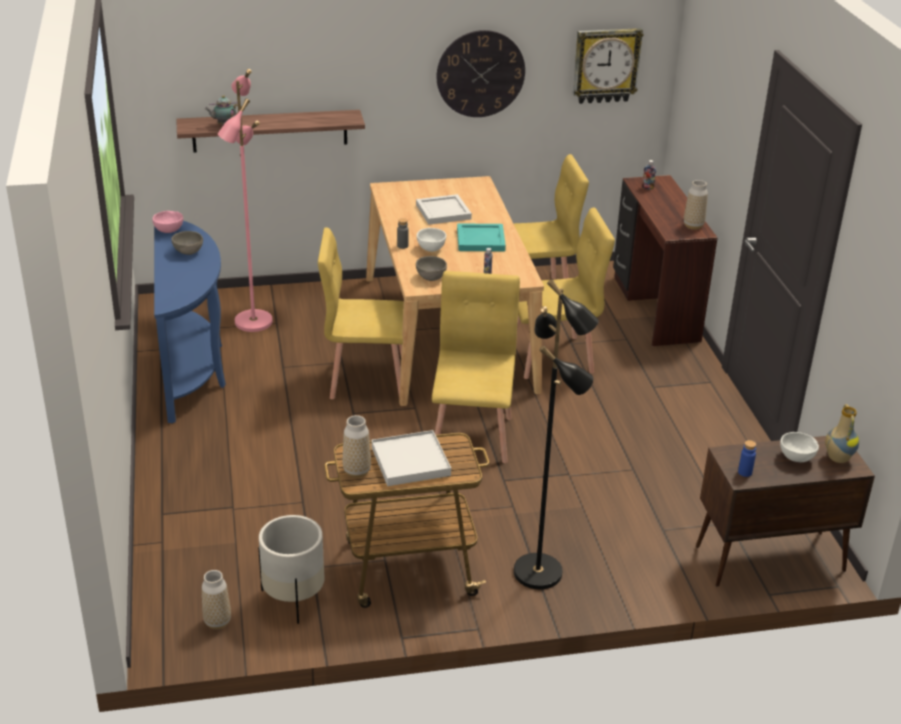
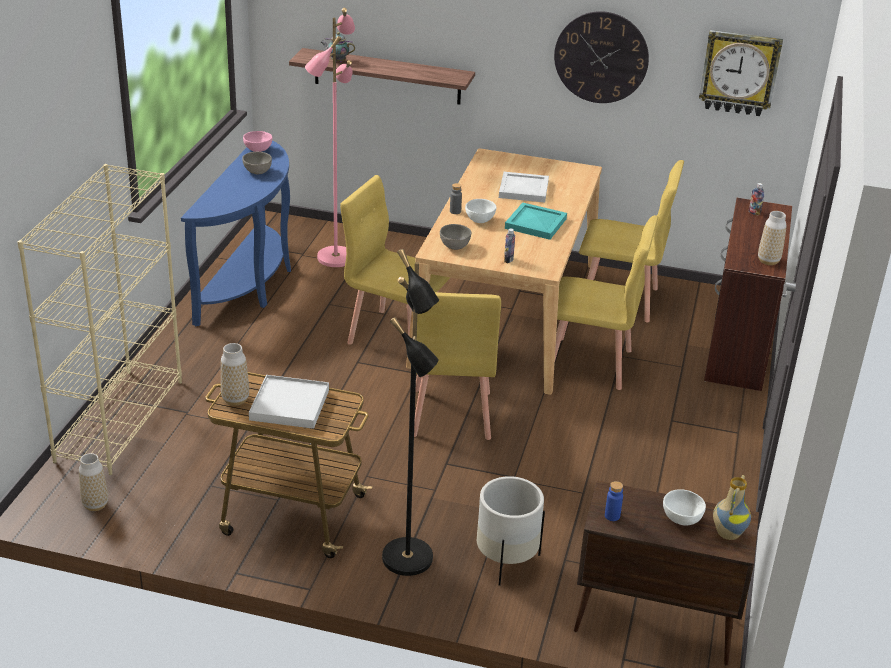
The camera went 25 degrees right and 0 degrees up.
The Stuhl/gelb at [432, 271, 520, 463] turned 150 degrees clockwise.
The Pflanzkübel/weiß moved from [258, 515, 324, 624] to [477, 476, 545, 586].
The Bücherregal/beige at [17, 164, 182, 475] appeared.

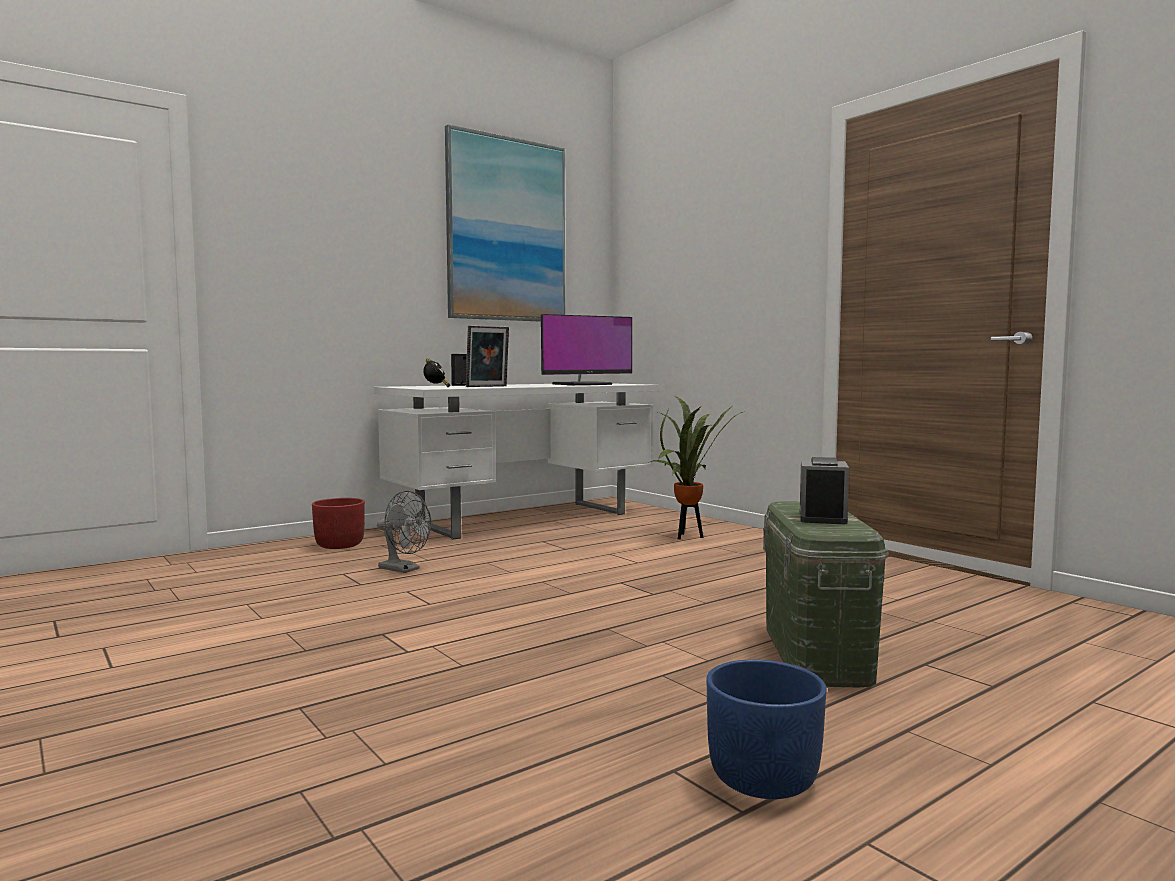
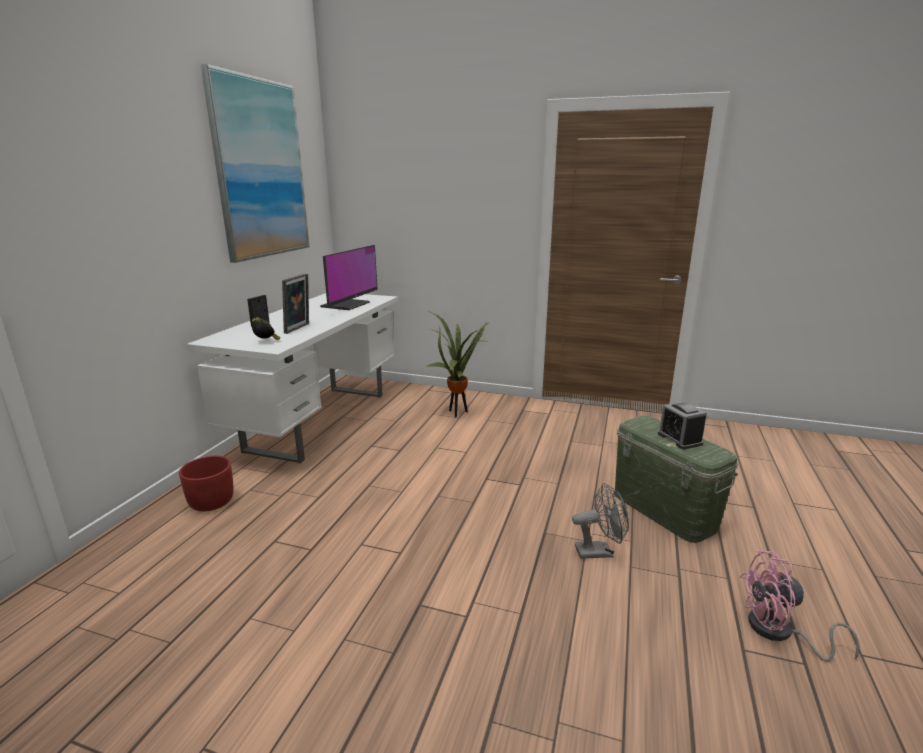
The camera went 35 degrees left and 15 degrees up.
The Ventilator/grau moved from [377, 491, 431, 573] to [572, 483, 629, 559].
The Pflanzkübel/blau at [706, 659, 827, 799] was replaced by the Ventilator/rosa at [739, 550, 860, 662].

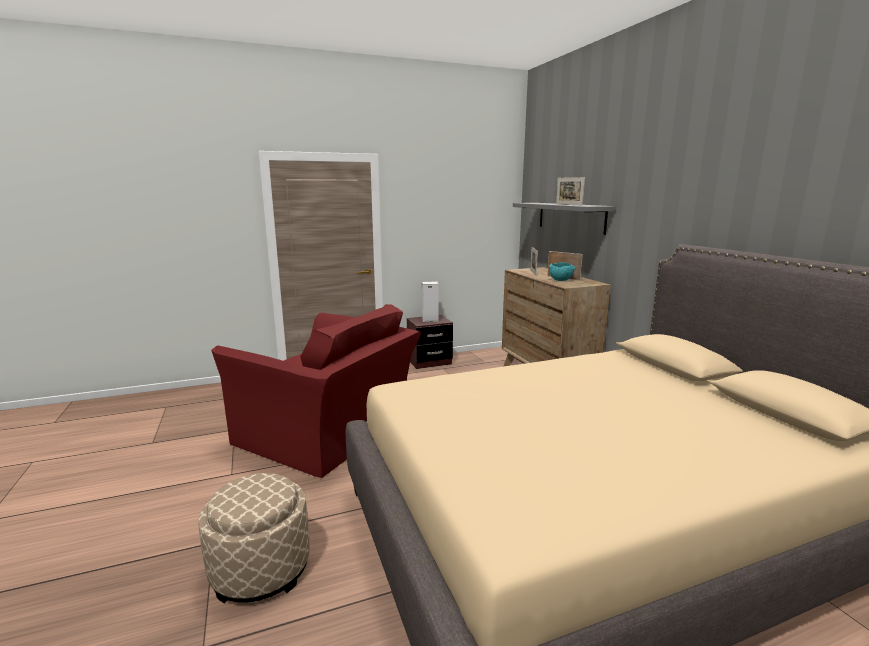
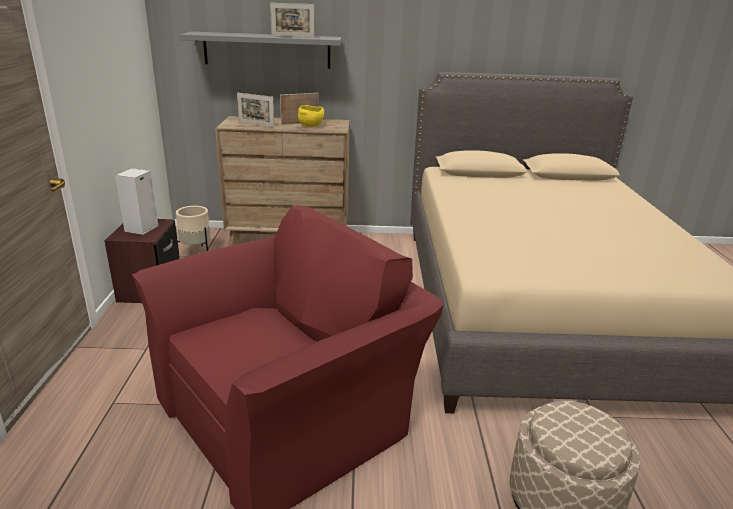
The camera went 70 degrees left and 10 degrees up.
The Schüssel/türkis at [549, 262, 575, 281] became the Schüssel/gelb at [298, 105, 324, 127].
The Pflanzkübel/beige at [175, 206, 211, 251] appeared.

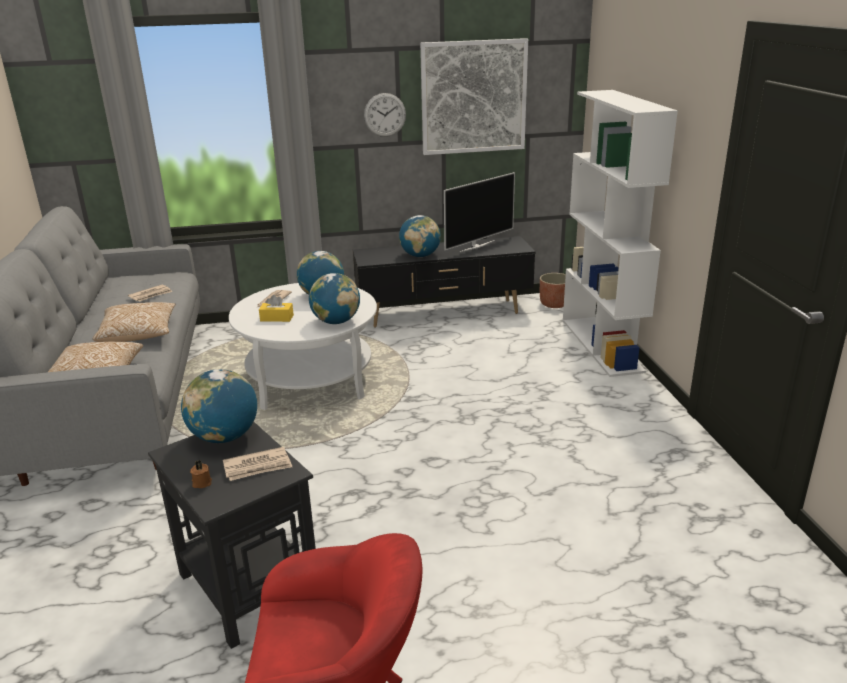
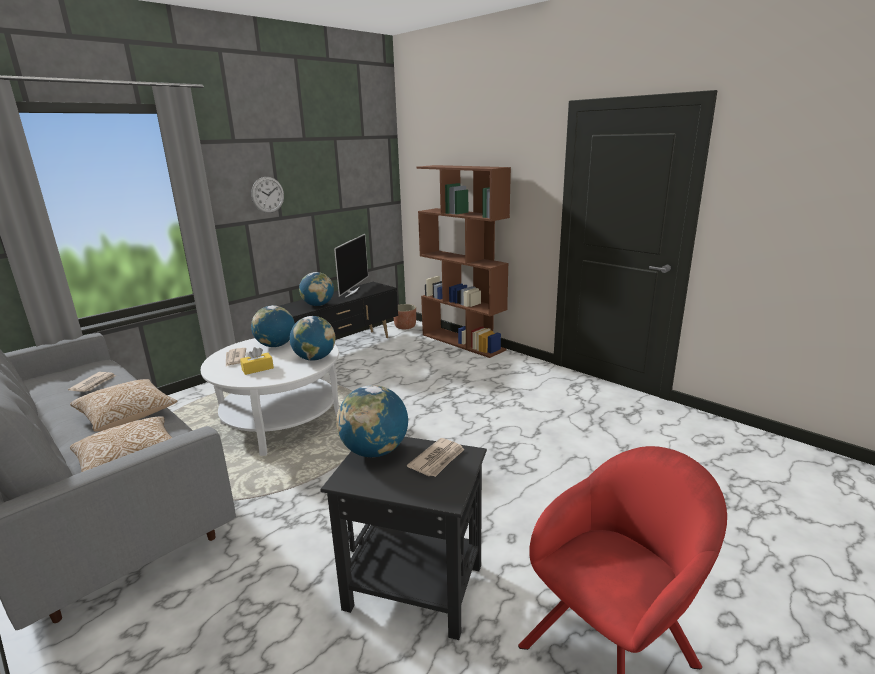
The camera went 35 degrees left and 5 degrees down.
The Bild at [420, 38, 528, 155] disappeared.
The Bücherregal/weiß at [563, 90, 678, 377] became the Bücherregal/braun at [416, 165, 511, 358].
The Kerze/braun at [190, 460, 212, 488] disappeared.

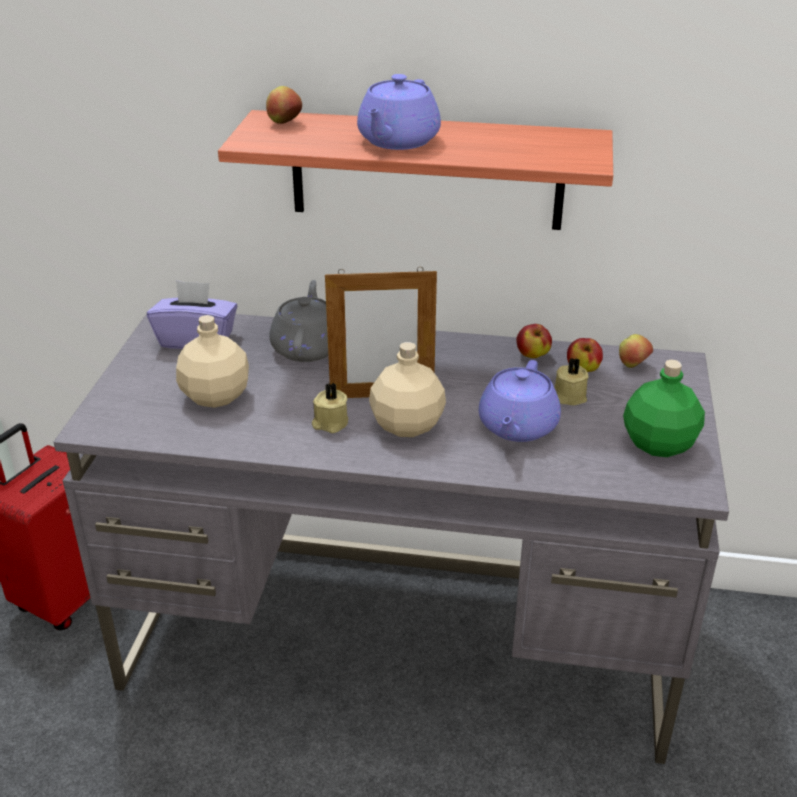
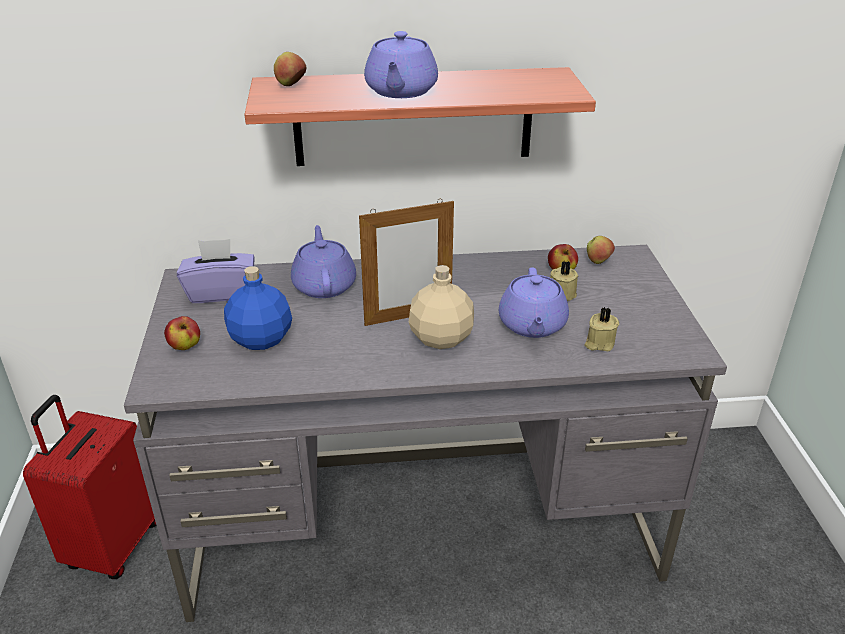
The camera went 15 degrees left and 0 degrees up.
The Teekanne/grau at [269, 280, 328, 362] became the Teekanne/lila at [291, 225, 356, 298].
The Flasche/beige at [176, 315, 249, 408] became the Flasche/blau at [224, 266, 292, 350].
The Apfel moved from [516, 324, 552, 358] to [164, 316, 200, 350].
The Flasche/grün at [623, 360, 705, 457] disappeared.
The Kerze/beige moved from [312, 383, 348, 433] to [585, 307, 619, 351].

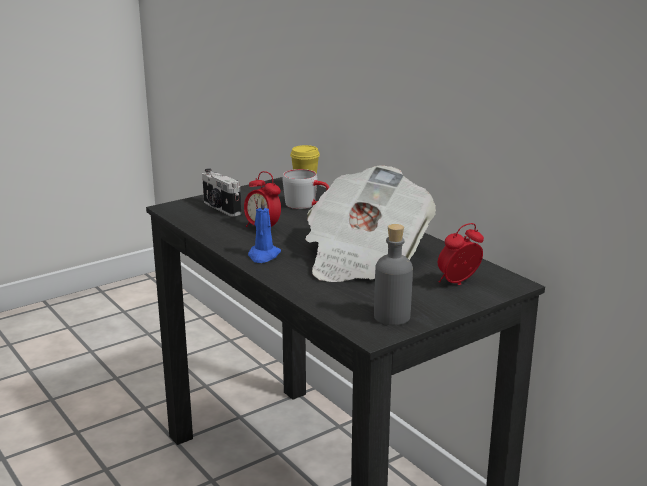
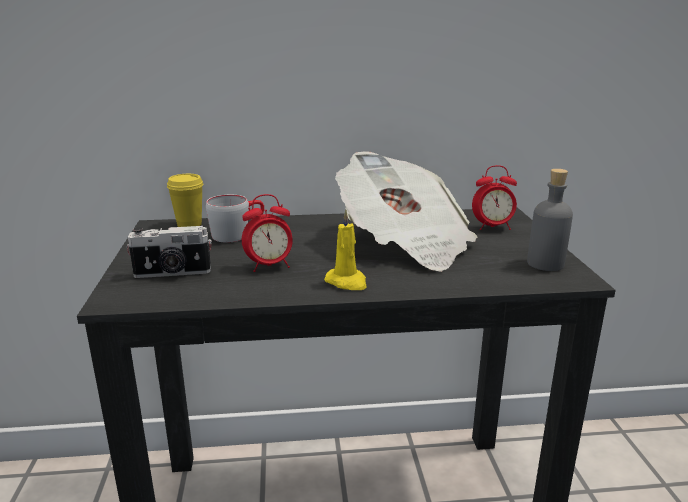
The camera went 60 degrees left and 0 degrees up.
The Kerze/blau at [248, 197, 281, 263] became the Kerze/gelb at [324, 210, 367, 290].
The Wecker at [438, 223, 484, 285] turned 90 degrees counterclockwise.

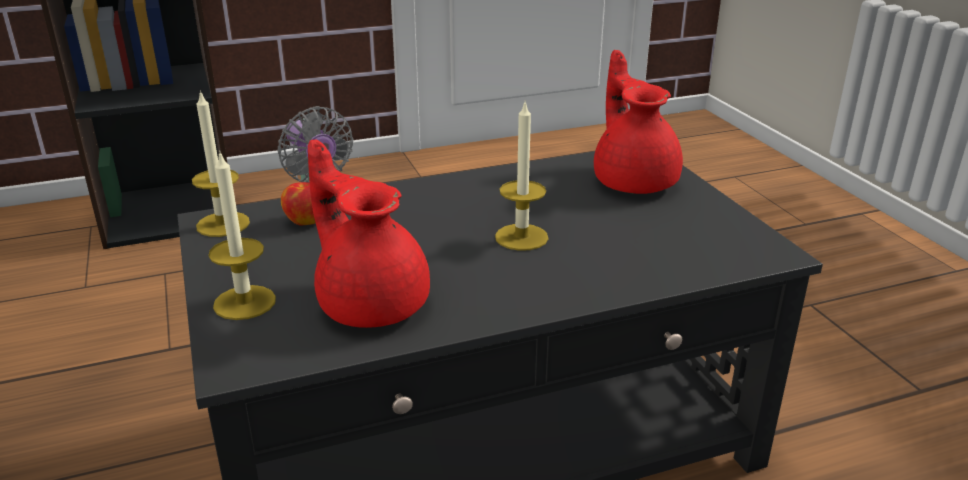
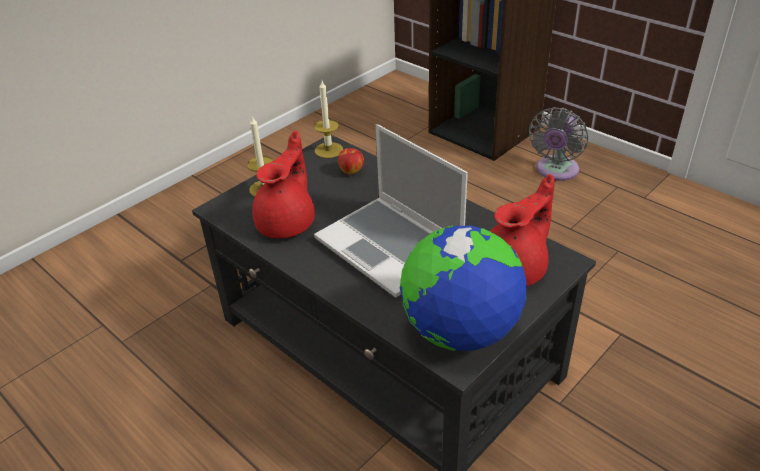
The camera went 65 degrees right and 10 degrees up.
The Kerze at [495, 100, 548, 251] was replaced by the Laptop at [314, 124, 468, 298].
The Globus at [400, 226, 526, 351] appeared.

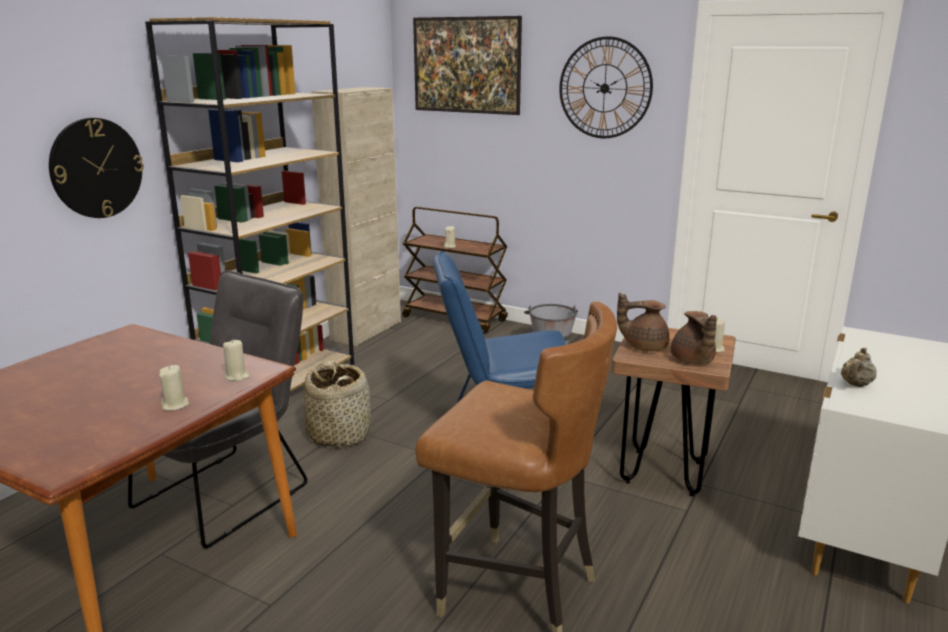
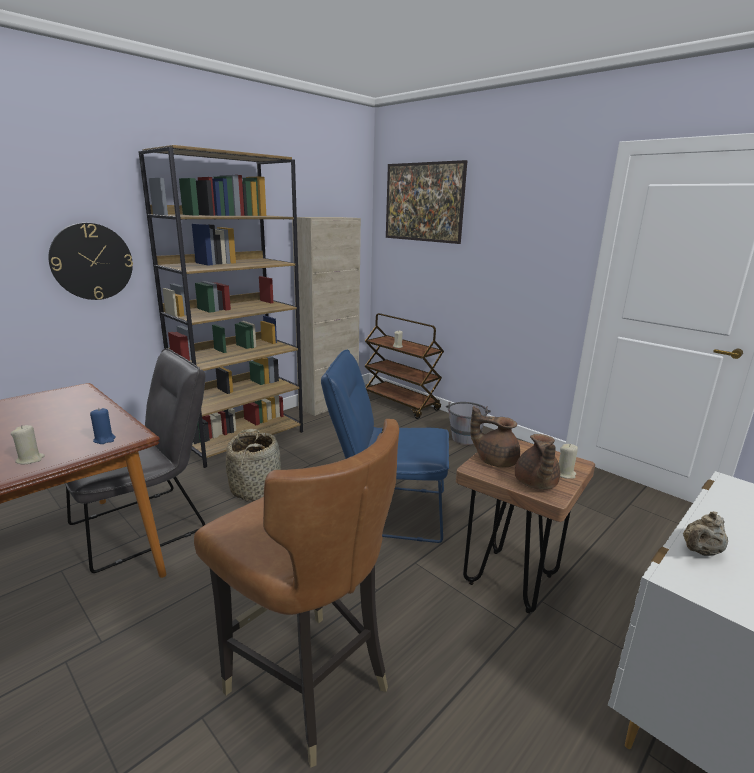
The camera went 15 degrees right and 0 degrees up.
The Wanduhr at [559, 36, 653, 138] disappeared.
The Kerze/beige at [223, 339, 250, 381] became the Kerze/blau at [90, 408, 116, 444].

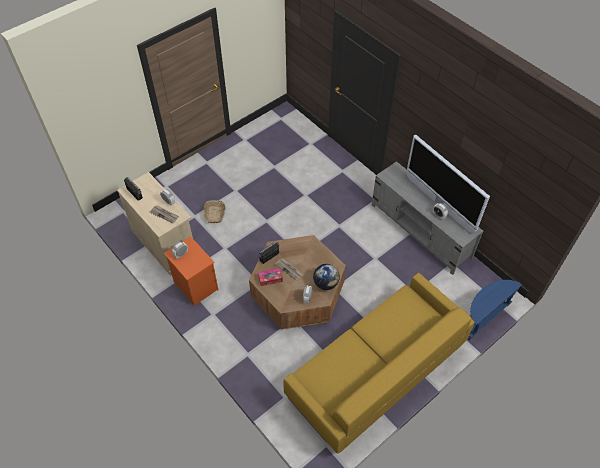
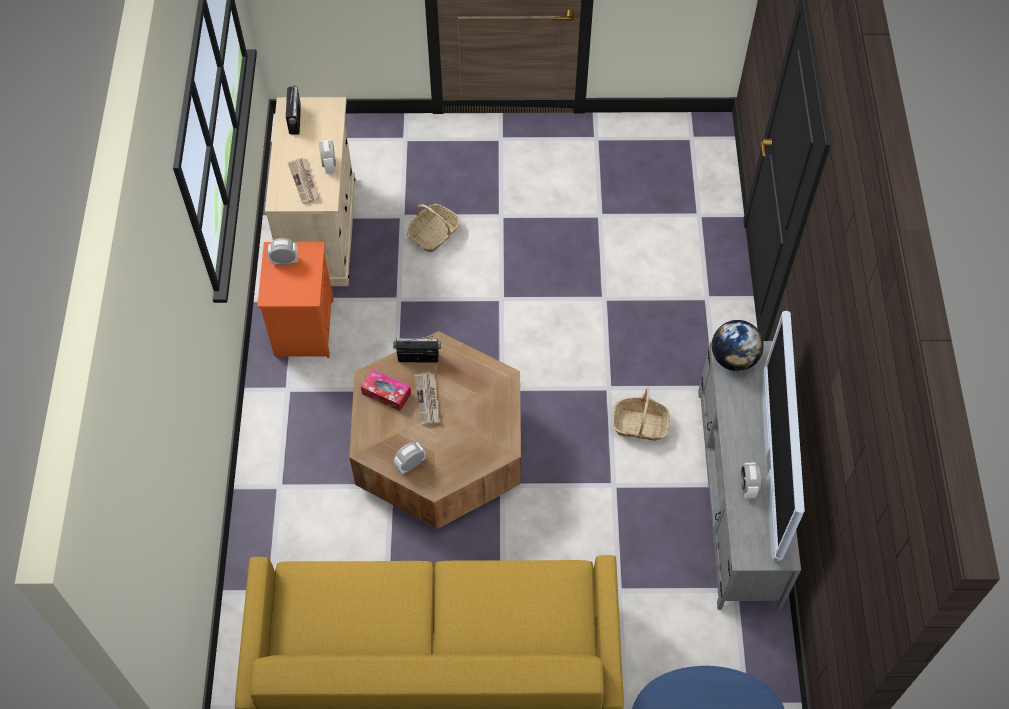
The camera went 40 degrees right and 5 degrees up.
The Globus moved from [313, 264, 340, 290] to [712, 320, 764, 371].
The Korb at [613, 388, 670, 441] appeared.

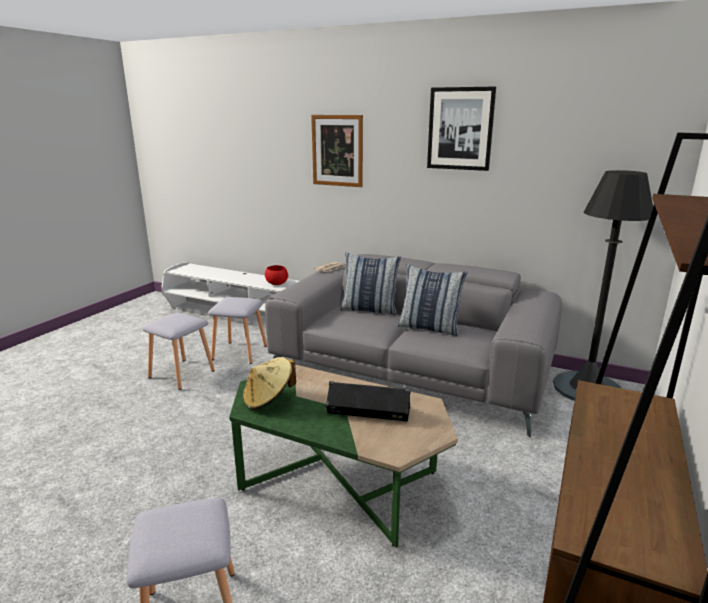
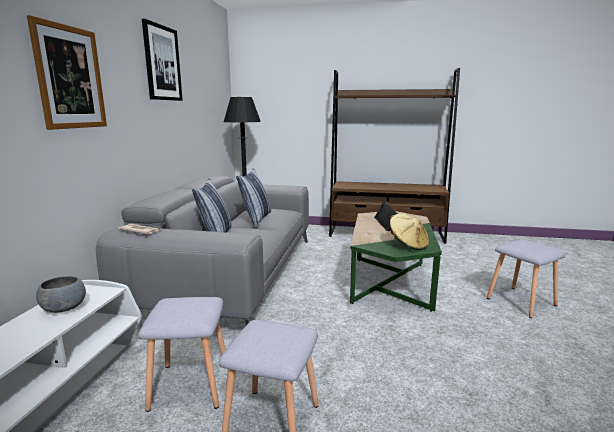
The camera went 105 degrees left and 5 degrees down.
The Schüssel/rot at [265, 265, 288, 285] became the Schüssel/grau at [36, 276, 86, 313].

